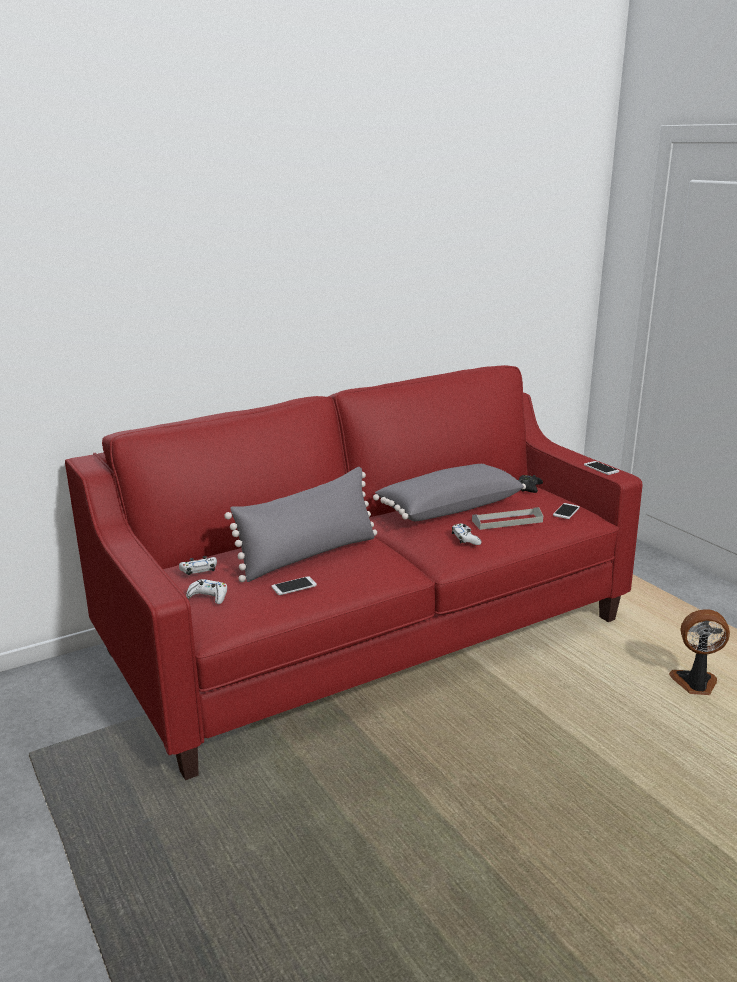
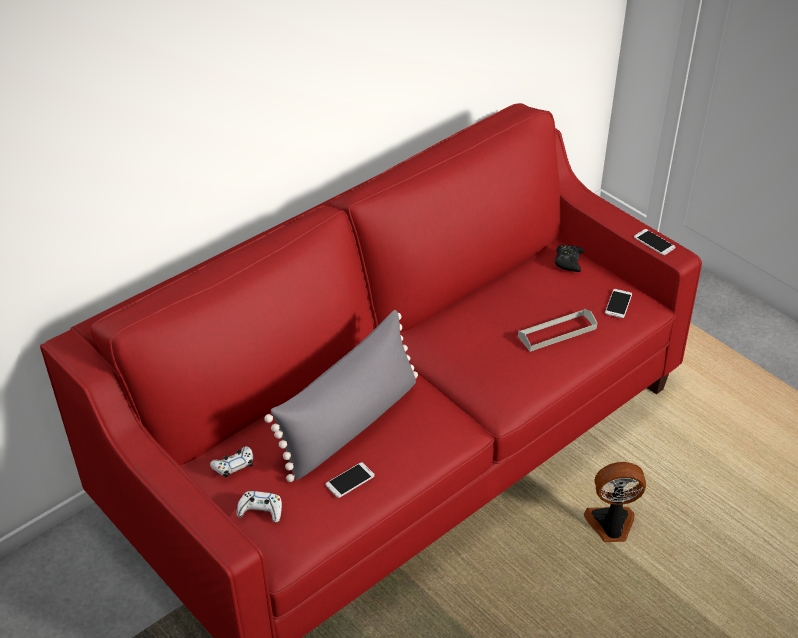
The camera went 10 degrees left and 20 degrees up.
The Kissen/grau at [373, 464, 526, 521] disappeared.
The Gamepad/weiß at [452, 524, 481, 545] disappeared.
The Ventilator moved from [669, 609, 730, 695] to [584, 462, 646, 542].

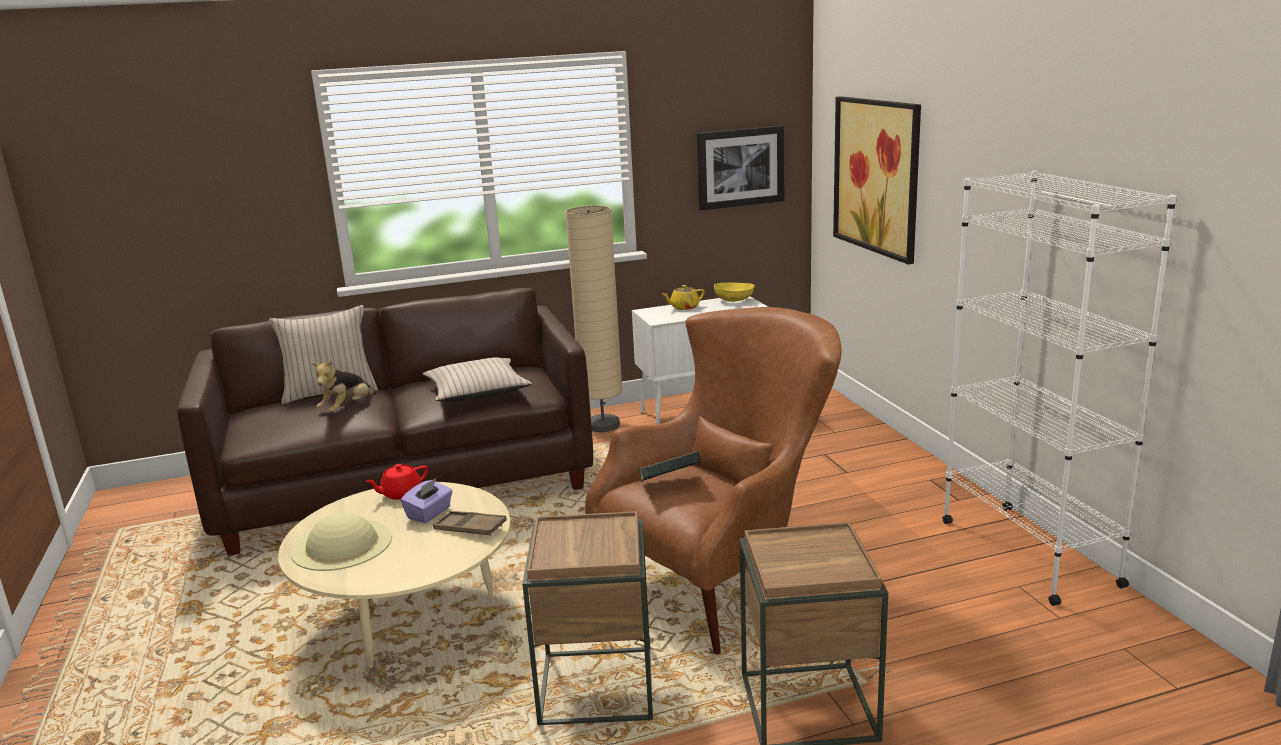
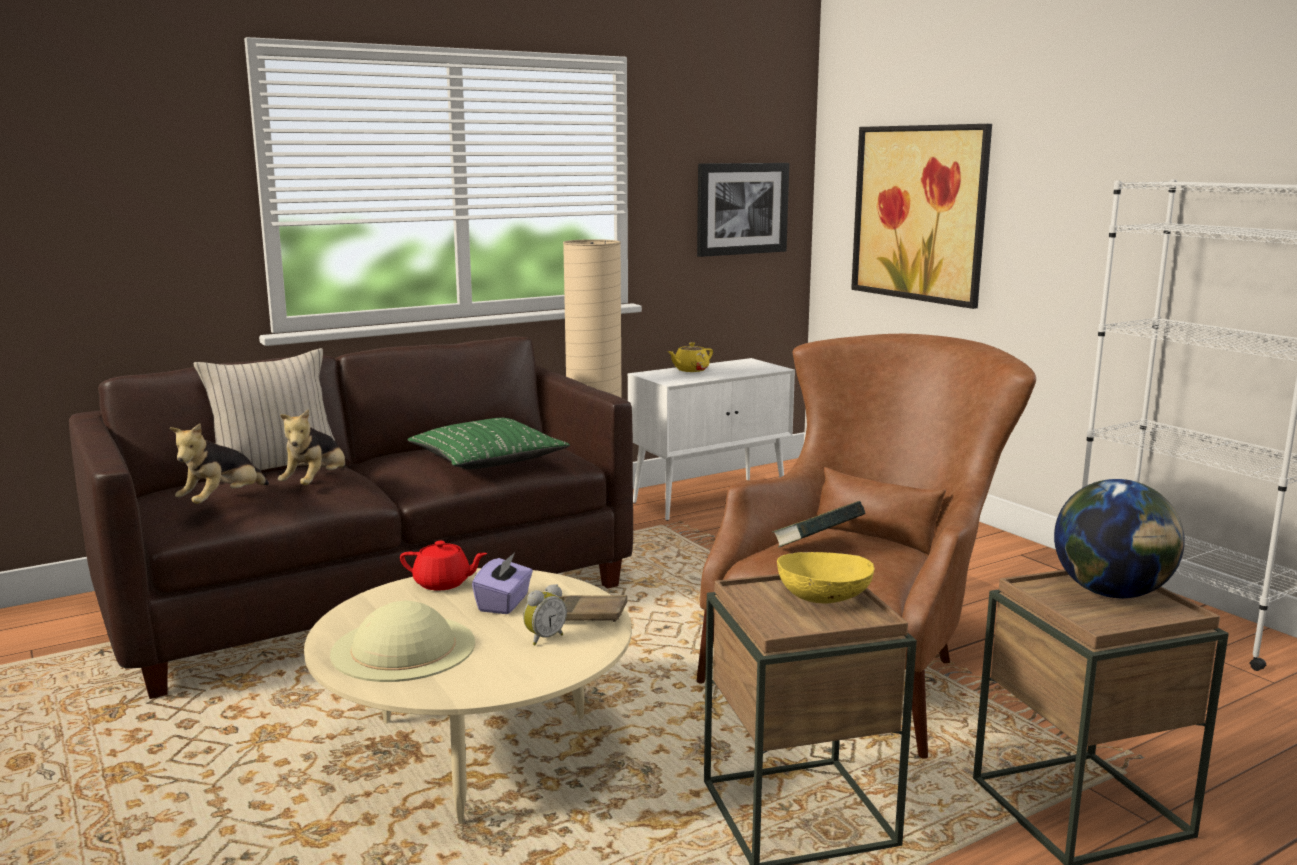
The camera went 15 degrees left and 5 degrees down.
The Schüssel/gelb moved from [714, 282, 755, 302] to [777, 552, 875, 603].
The Kissen/beige at [423, 357, 532, 402] became the Kissen/grün at [407, 418, 570, 469].
The Teekanne/rot at [365, 464, 428, 500] turned 120 degrees counterclockwise.
The Plüschtier at [170, 423, 269, 504] appeared.
The Globus at [1054, 479, 1184, 598] appeared.
The Wecker at [523, 584, 567, 645] appeared.

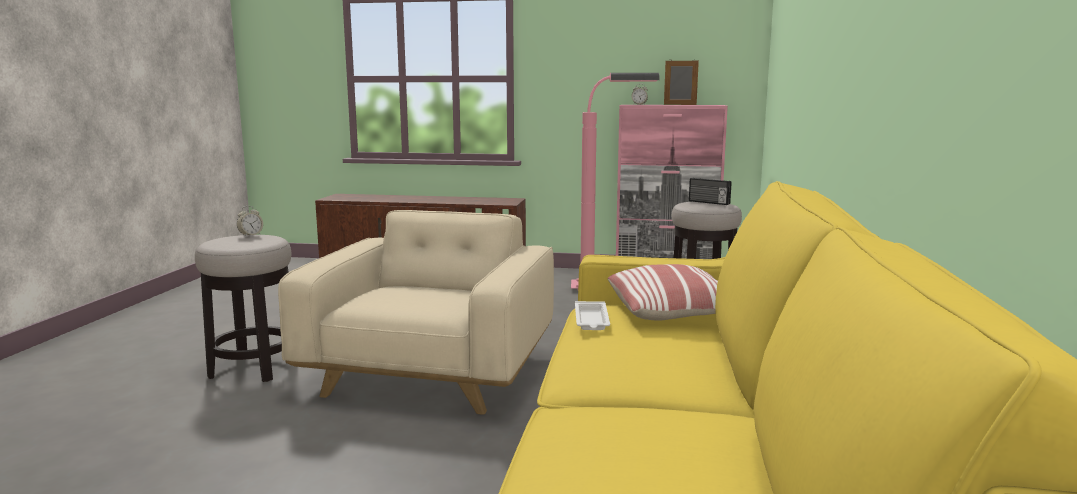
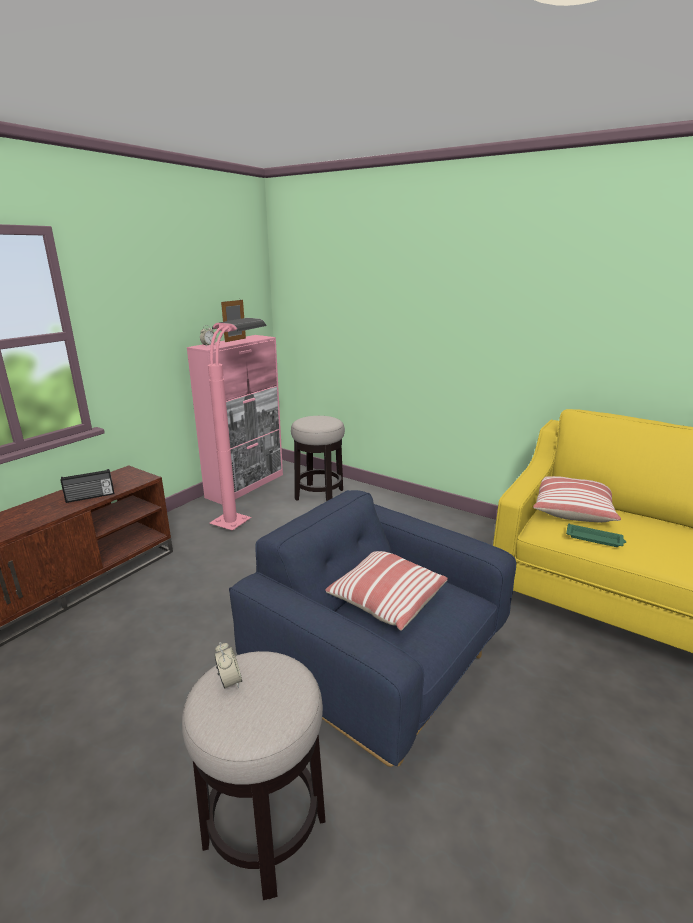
The camera went 65 degrees left and 10 degrees up.
The Radio moved from [689, 178, 732, 205] to [61, 469, 114, 503].
The Sessel/beige at [278, 210, 554, 415] became the Sessel/blau at [229, 490, 516, 767].
The Tablett/weiß at [575, 301, 610, 330] became the Tablett/grün at [566, 523, 626, 547].
The Kissen at [325, 551, 448, 631] appeared.

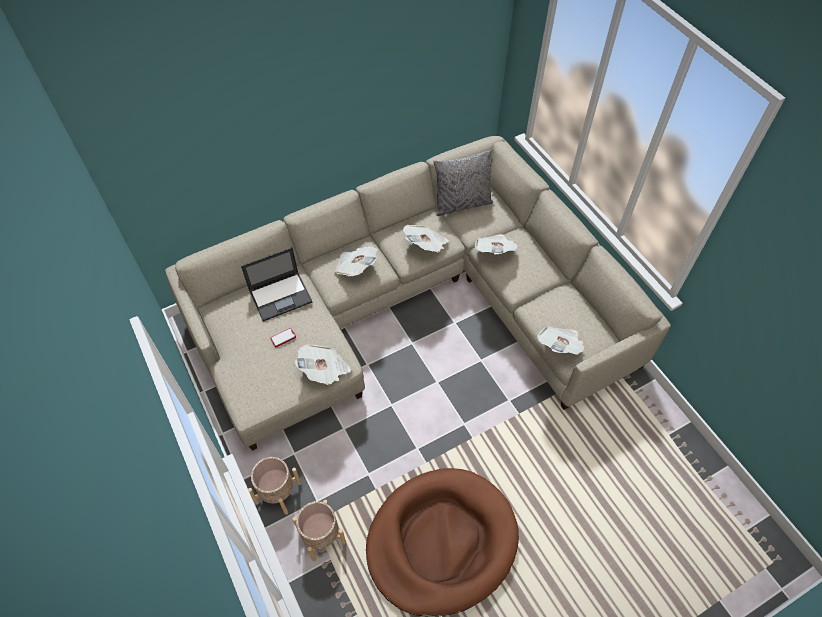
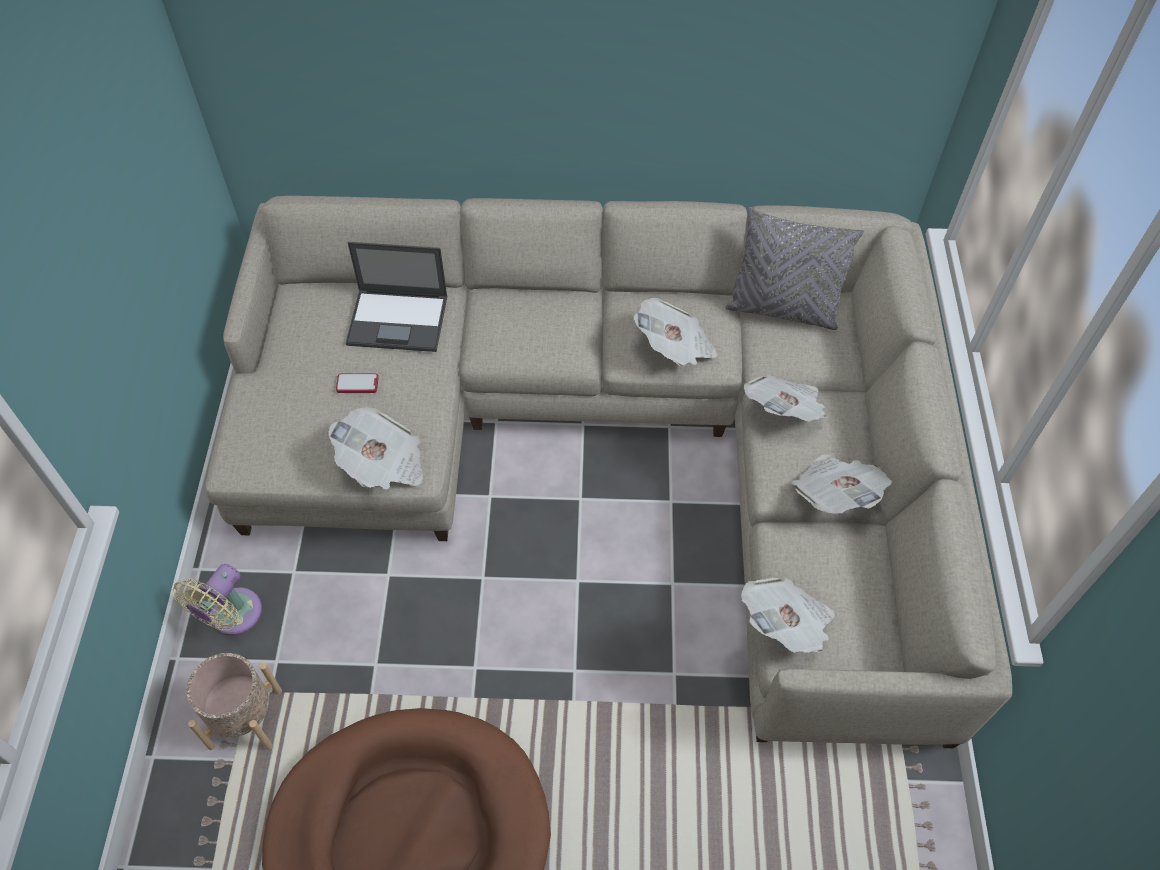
The camera went 30 degrees right and 0 degrees up.
The Zeitung moved from [334, 246, 378, 276] to [791, 454, 892, 514].
The Pflanzkübel/beige at [248, 457, 301, 515] was replaced by the Ventilator/beige at [172, 564, 262, 635].

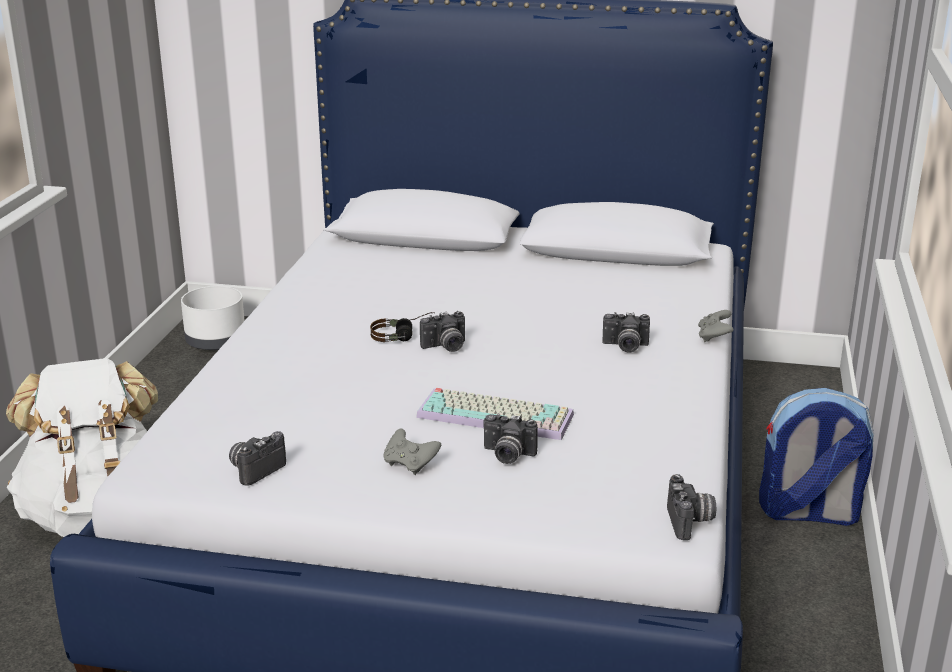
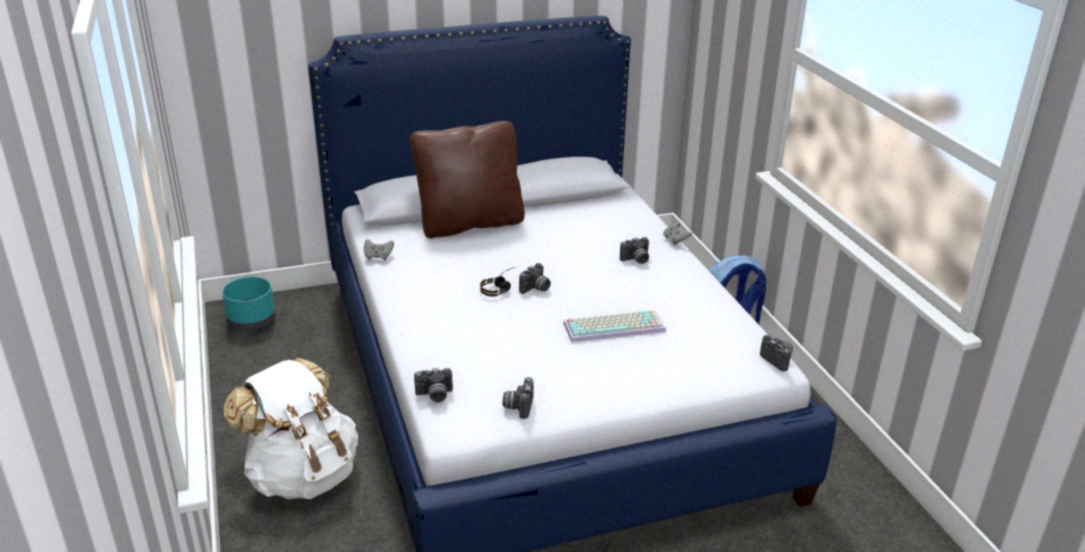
The camera went 30 degrees left and 5 degrees up.
The Pflanzkübel/weiß at [181, 286, 245, 350] became the Pflanzkübel/türkis at [222, 277, 276, 331].
The Kamera moved from [484, 413, 538, 464] to [414, 368, 453, 403].
The Gamepad/grau moved from [383, 428, 441, 475] to [364, 239, 394, 261].
The Kissen/braun at [410, 121, 525, 239] appeared.

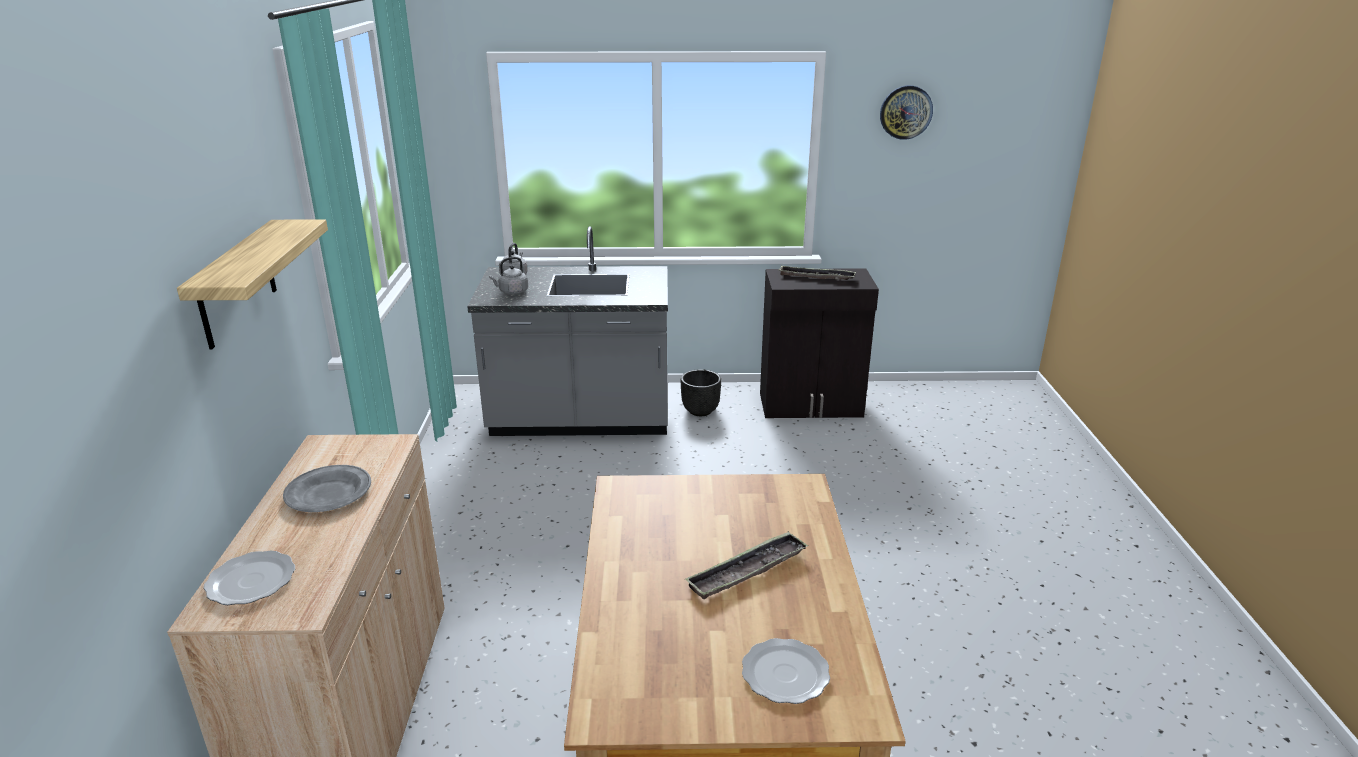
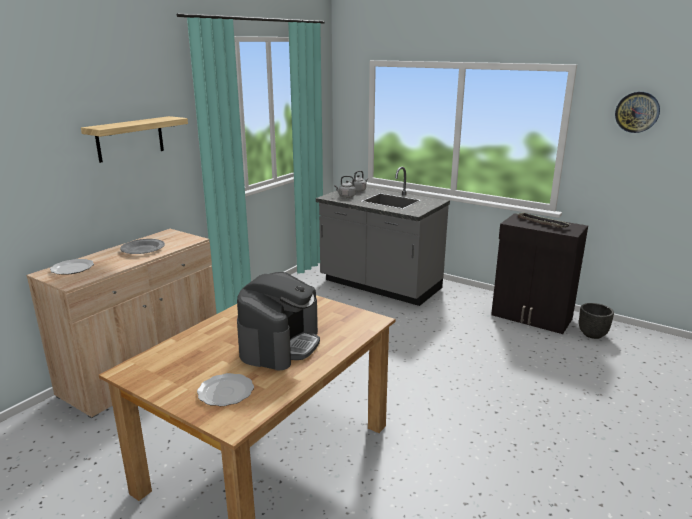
The camera went 35 degrees right and 5 degrees down.
The Pflanzkübel/schwarz moved from [681, 369, 721, 416] to [579, 303, 614, 339].
The Tablett at [685, 531, 809, 599] was replaced by the Kaffeemaschine at [237, 272, 320, 371].

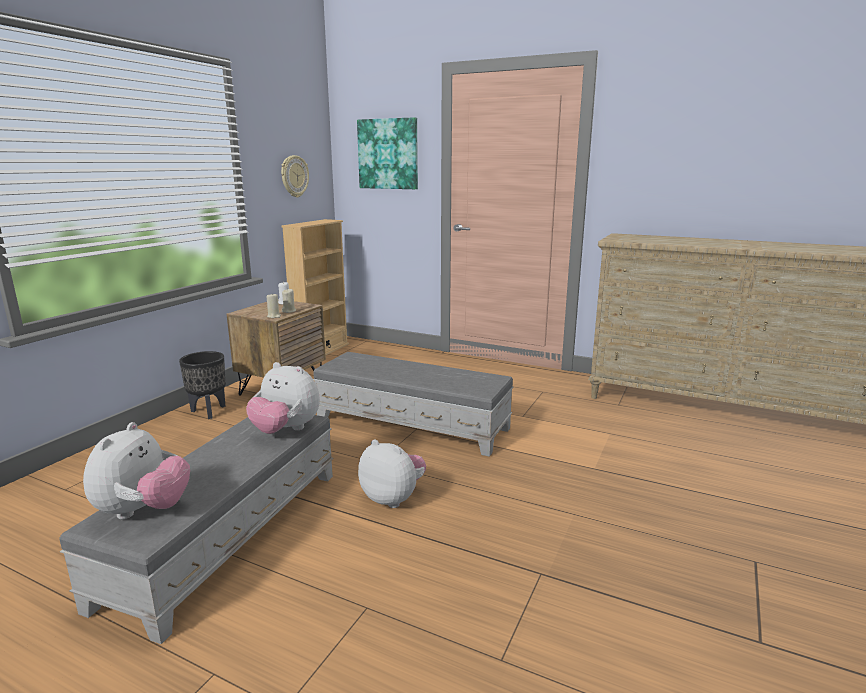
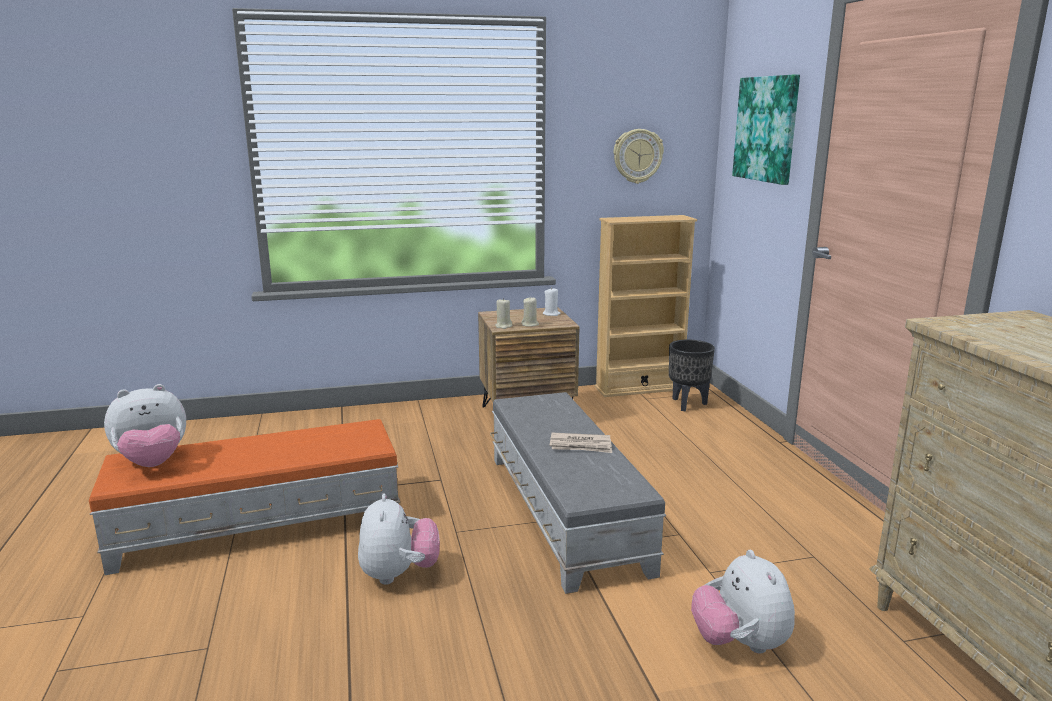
The camera went 50 degrees right and 0 degrees up.
The Pflanzkübel/schwarz moved from [179, 351, 226, 419] to [669, 340, 715, 411].
The Plüschtier moved from [246, 362, 320, 434] to [691, 550, 795, 654].
The Polsterhocker/grau at [59, 415, 333, 644] became the Polsterhocker/orange at [89, 419, 400, 575].
The Zeitung at [550, 433, 612, 453] appeared.

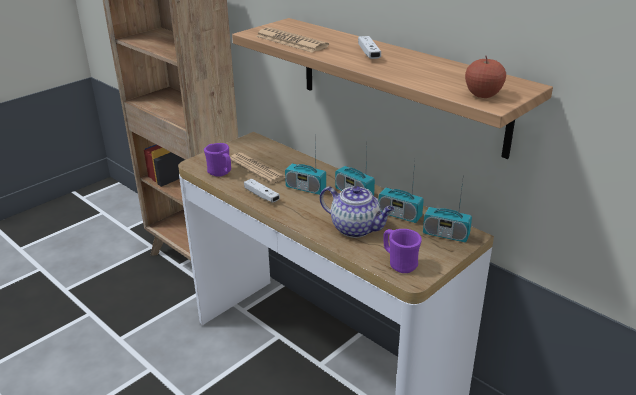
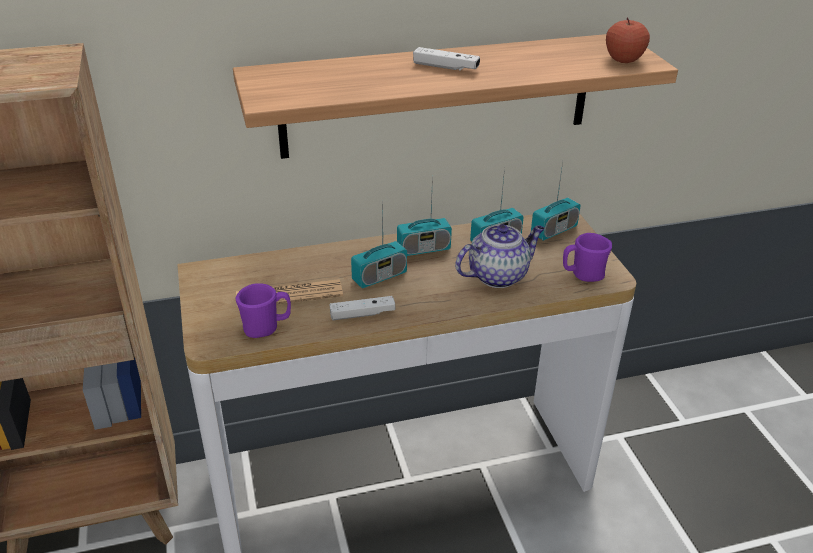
The camera went 60 degrees left and 5 degrees up.
The Zeitung at [256, 27, 329, 52] disappeared.

